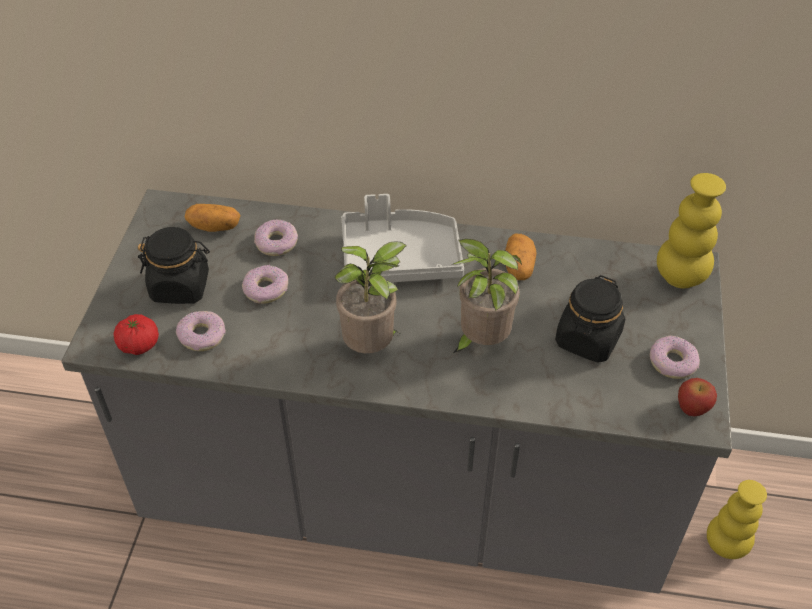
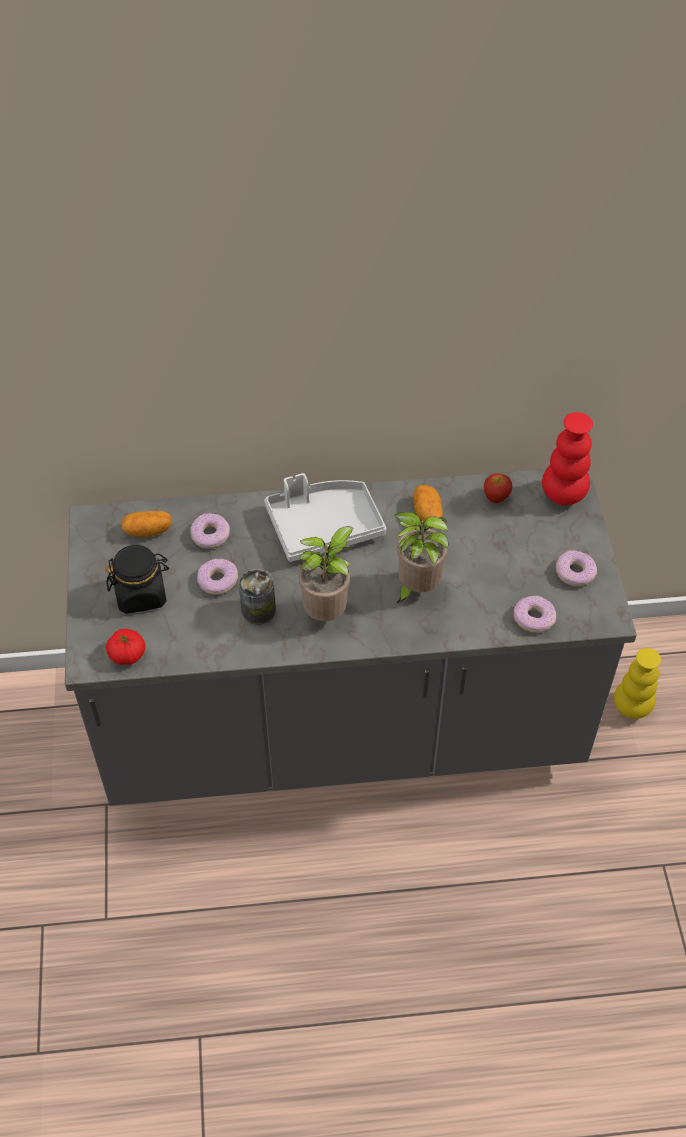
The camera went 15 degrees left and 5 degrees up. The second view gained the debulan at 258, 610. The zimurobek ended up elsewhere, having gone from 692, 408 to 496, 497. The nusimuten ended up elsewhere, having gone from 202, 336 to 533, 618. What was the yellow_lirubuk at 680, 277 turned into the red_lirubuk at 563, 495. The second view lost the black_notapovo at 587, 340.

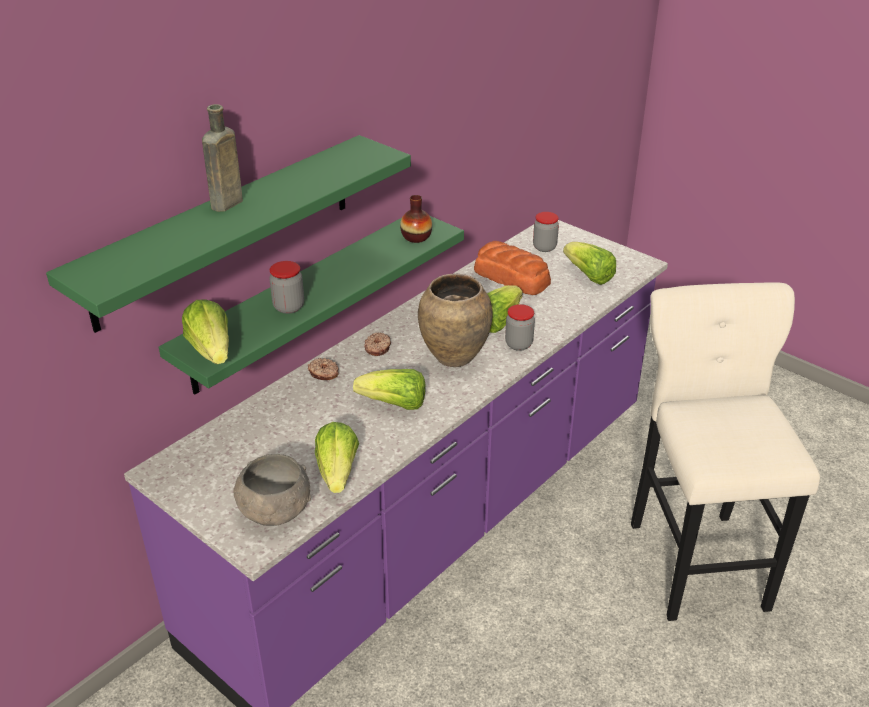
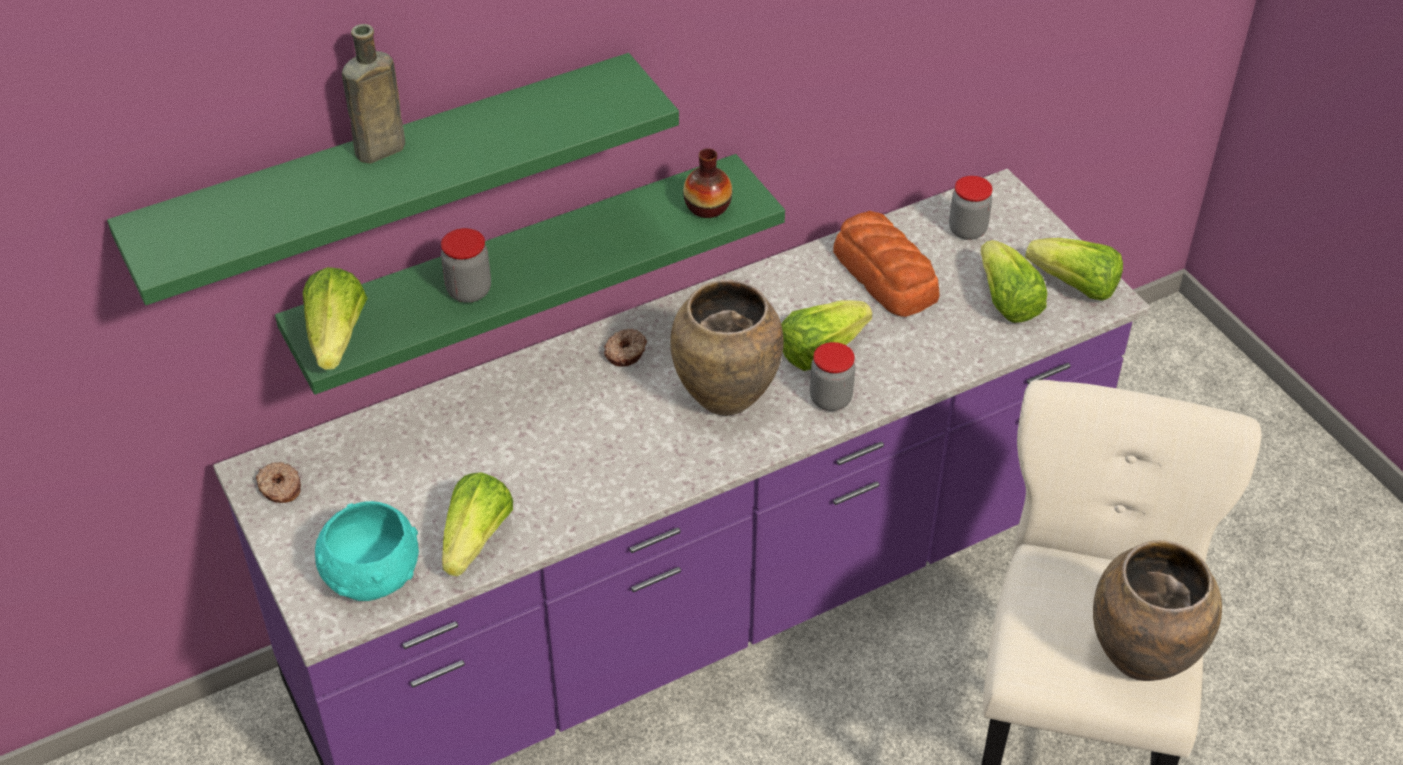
The camera went 20 degrees right and 10 degrees up. The nusimuten ended up elsewhere, having gone from 323, 373 to 279, 488. What was the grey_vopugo at 274, 511 turned into the turquoise_vopugo at 371, 576. The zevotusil ended up elsewhere, having gone from 394, 404 to 1075, 286. The second view gained the brown_lirubuk at 1142, 657.

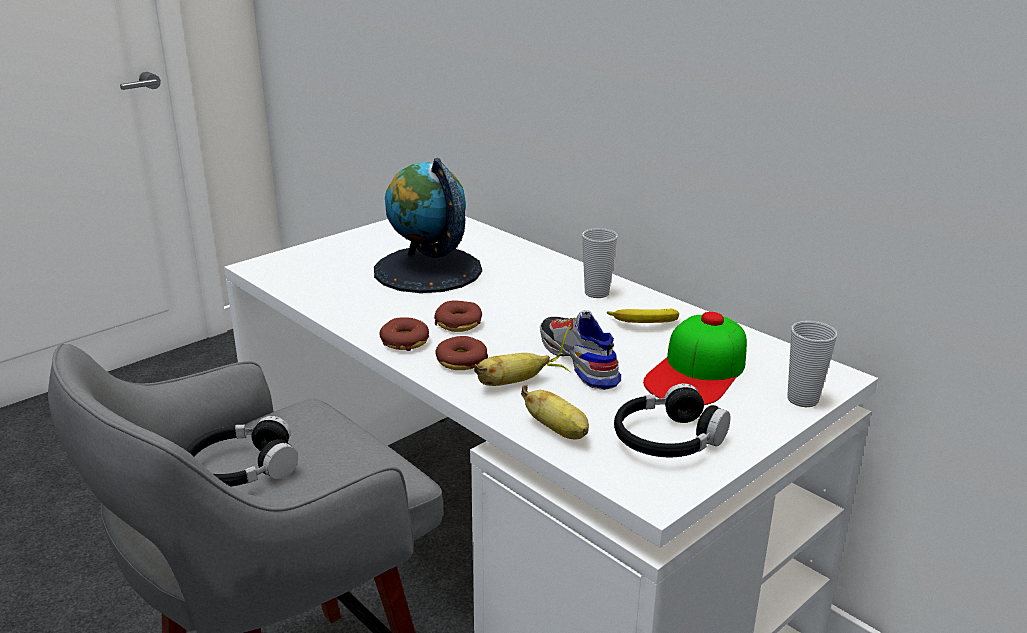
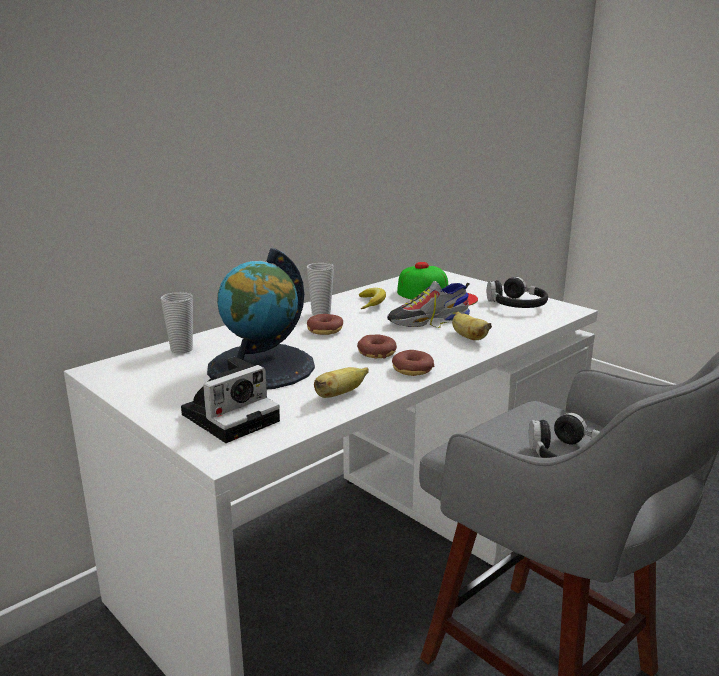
The camera went 90 degrees left and 5 degrees down. The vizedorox ended up elsewhere, having gone from 802, 399 to 181, 349. The second view gained the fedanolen at 232, 416. The nusimuten ended up elsewhere, having gone from 461, 361 to 325, 330. The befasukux ended up elsewhere, having gone from 558, 431 to 339, 394.

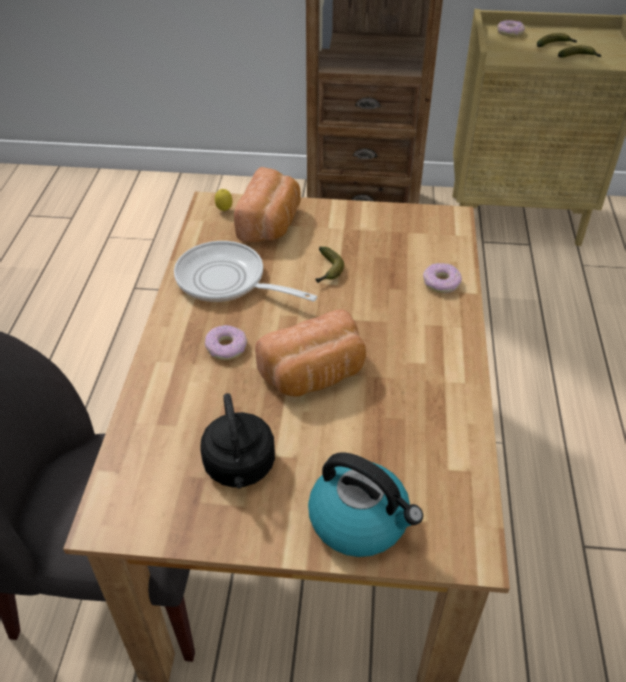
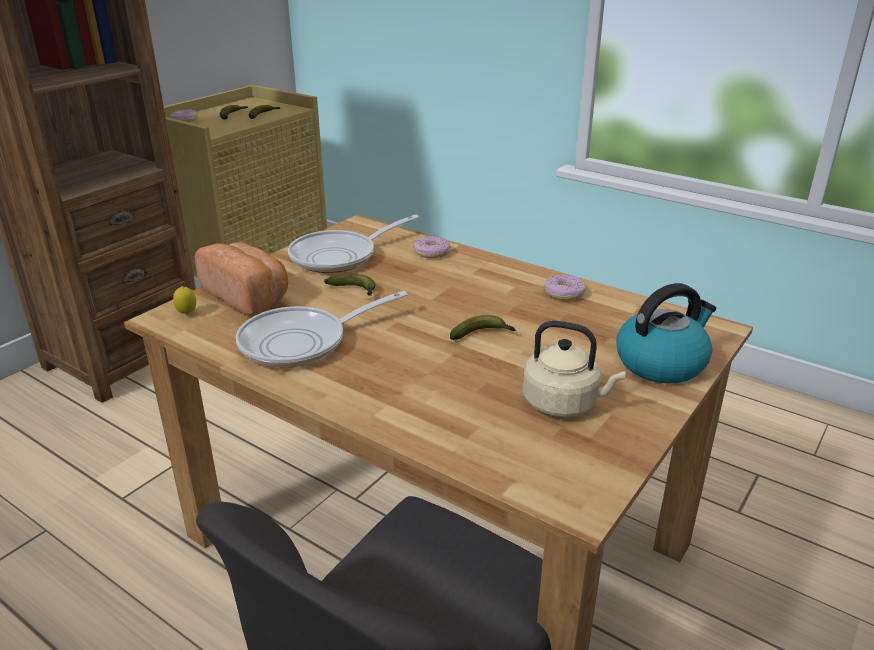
The camera went 60 degrees left and 15 degrees down. The second view gained the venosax at 340, 256. Where the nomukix stood at 315, 375, the befasukux came to stand at 482, 335. What was the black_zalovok at 240, 468 turned into the beige_zalovok at 564, 403. The nusimuten ended up elsewhere, having gone from 226, 347 to 564, 293.

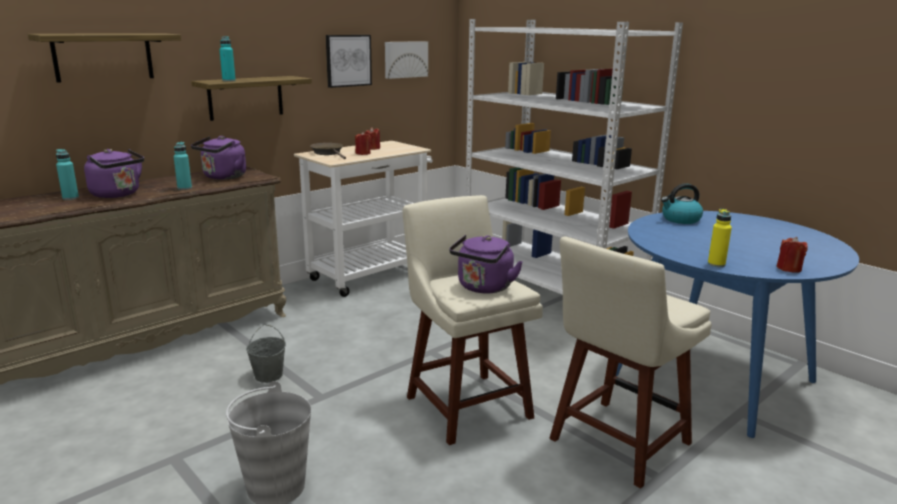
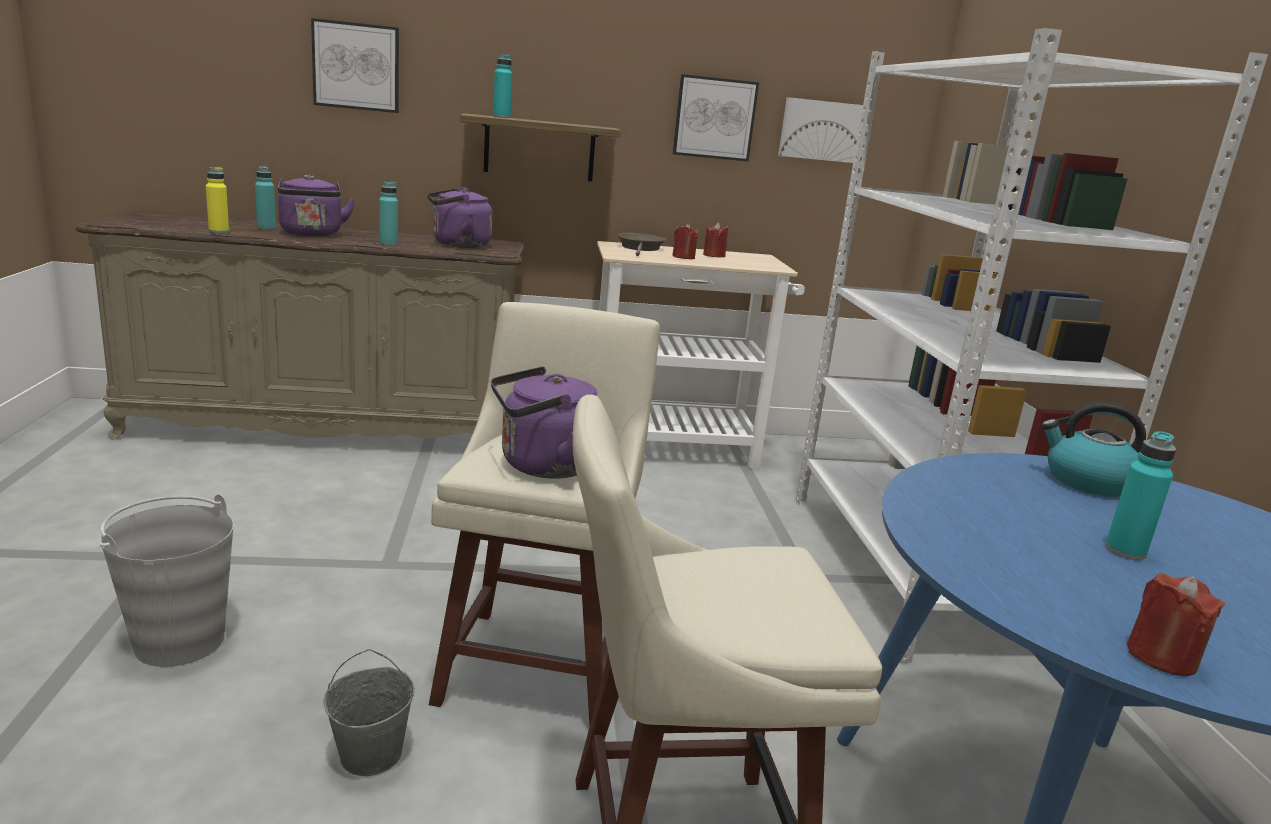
The camera went 35 degrees right and 0 degrees up. The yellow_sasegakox ended up elsewhere, having gone from 716, 264 to 219, 232. Where the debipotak hung at 103, 57, the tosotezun came to hang at 356, 66. The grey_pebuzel ended up elsewhere, having gone from 268, 375 to 372, 753. The second view gained the turquoise_sasegakox at 1125, 551.

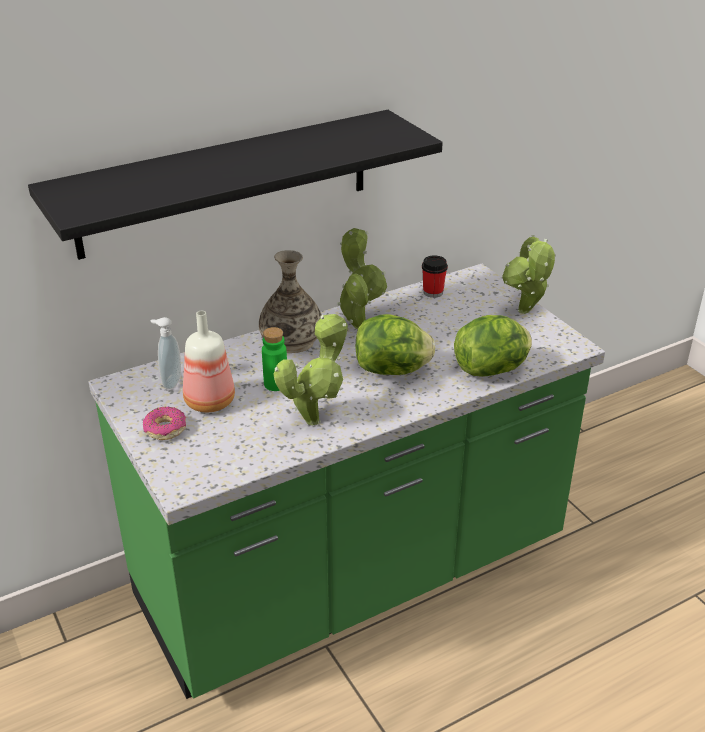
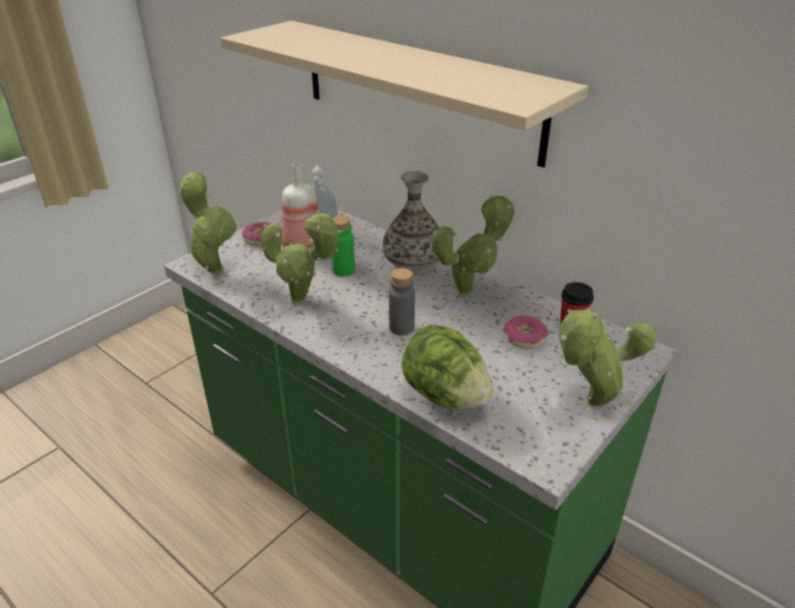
The camera went 70 degrees right and 0 degrees up. The second view gained the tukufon at 214, 269. What was the black_debipotak at 225, 183 turned into the beige_debipotak at 417, 89. Where the zevotusil stood at 392, 370, the grey_sasegakox came to stand at 401, 328. The second view gained the nusimuten at 524, 338.

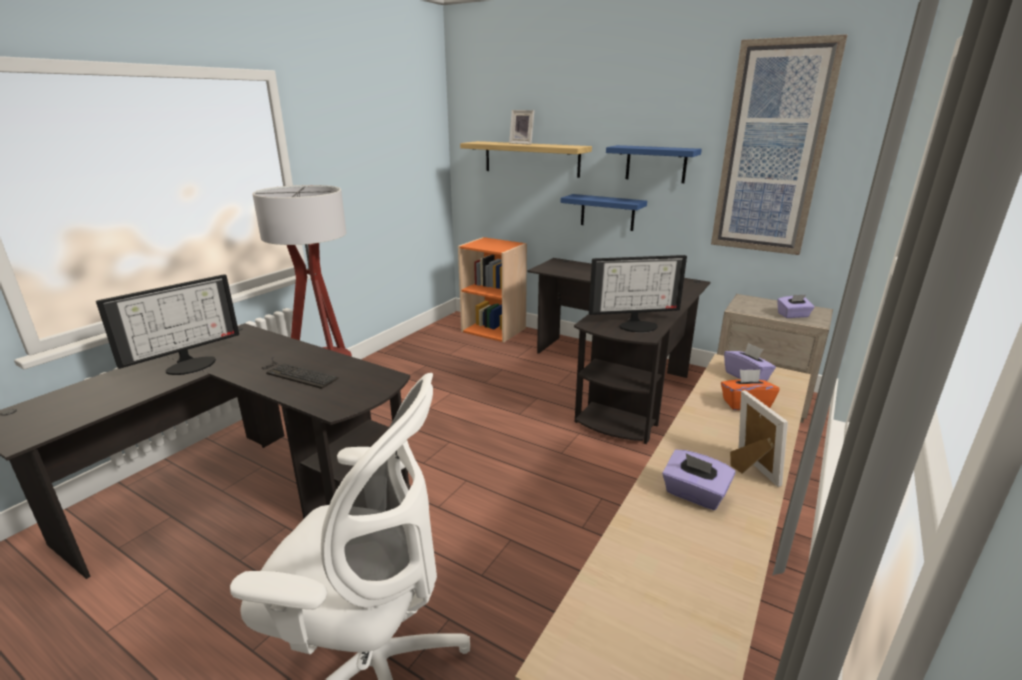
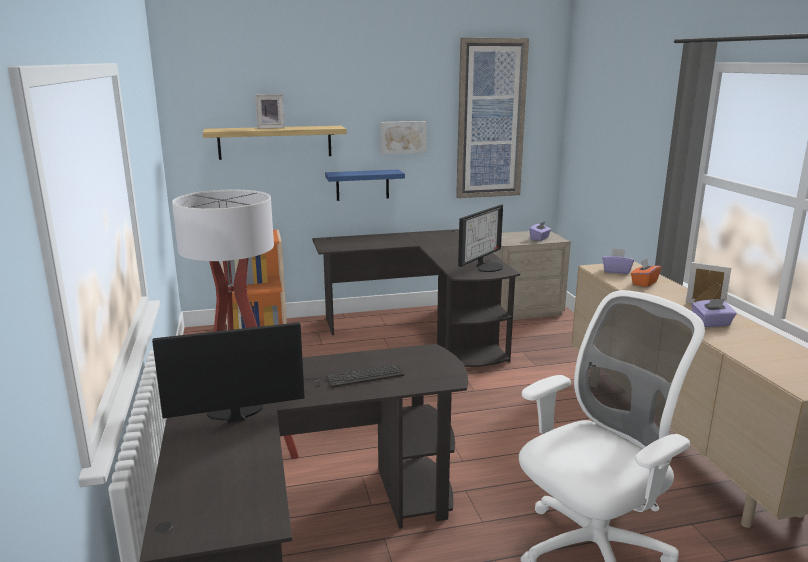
The camera went 45 degrees left and 5 degrees down. The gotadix at 190, 364 ended up facing another way, 105 degrees counterclockwise from before. Where the blue_debipotak hung at 656, 164, the tosotezun came to hang at 403, 137.

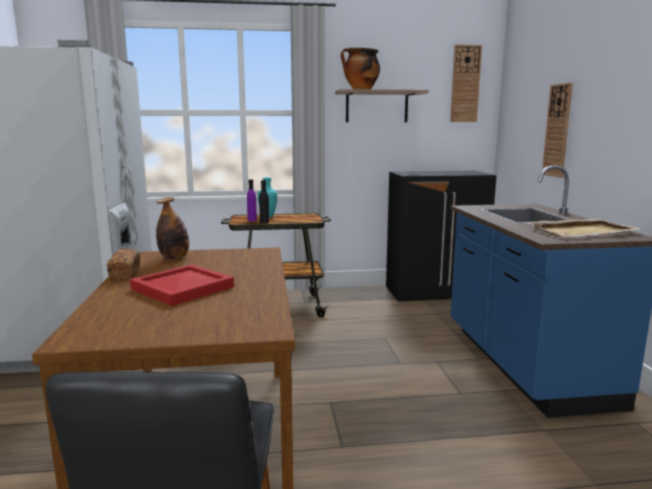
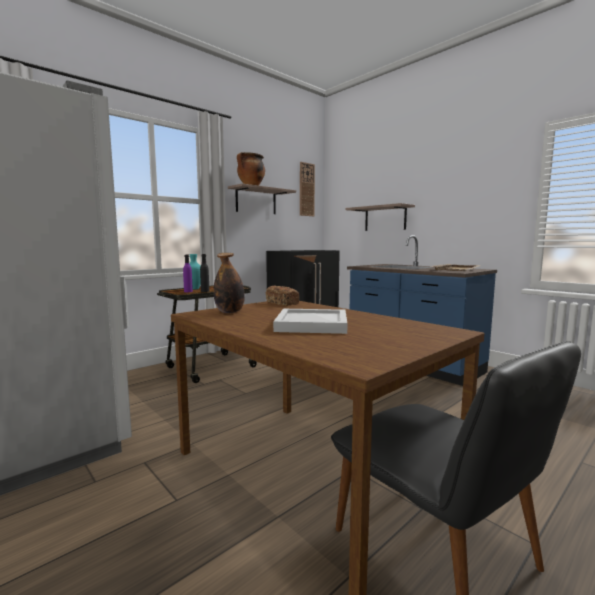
The camera went 35 degrees left and 5 degrees down. The nomukix ended up elsewhere, having gone from 125, 274 to 282, 303. What was the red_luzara at 181, 288 turned into the white_luzara at 310, 324. Where the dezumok hung at 557, 130, the debipotak came to hang at 385, 218.

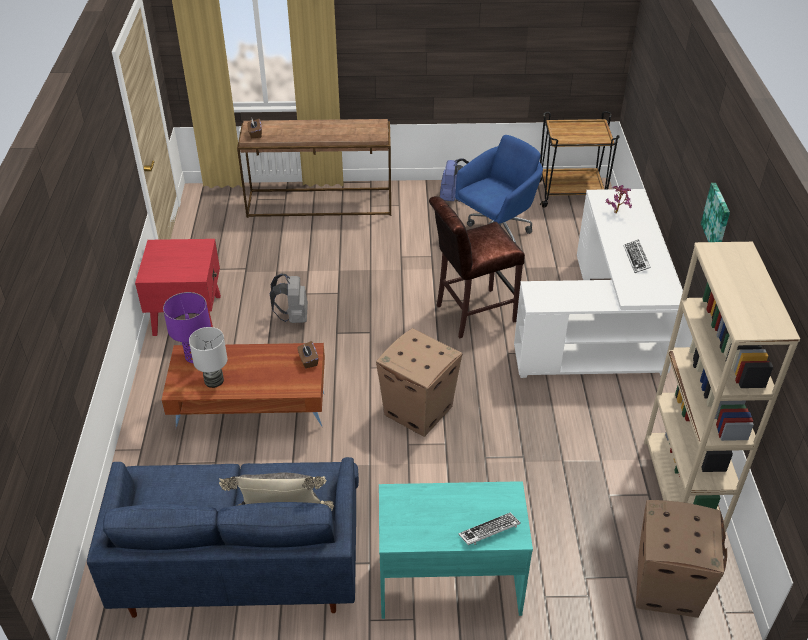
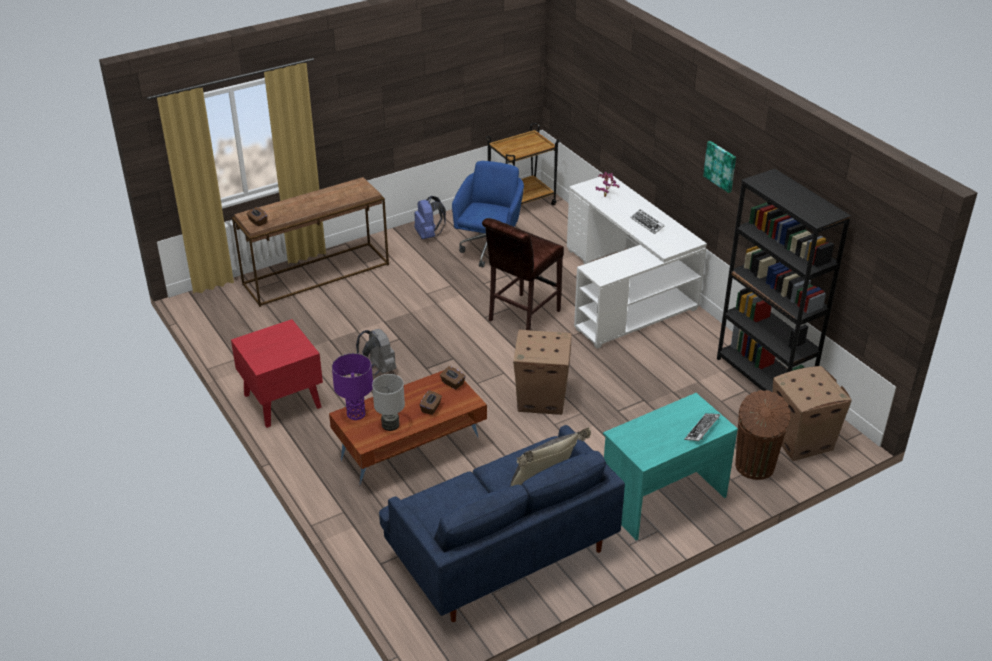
The camera went 30 degrees left and 5 degrees down. The second view gained the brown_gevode at 431, 408. What was the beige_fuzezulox at 681, 488 turned into the black_fuzezulox at 763, 378. The second view gained the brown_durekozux at 754, 467.

